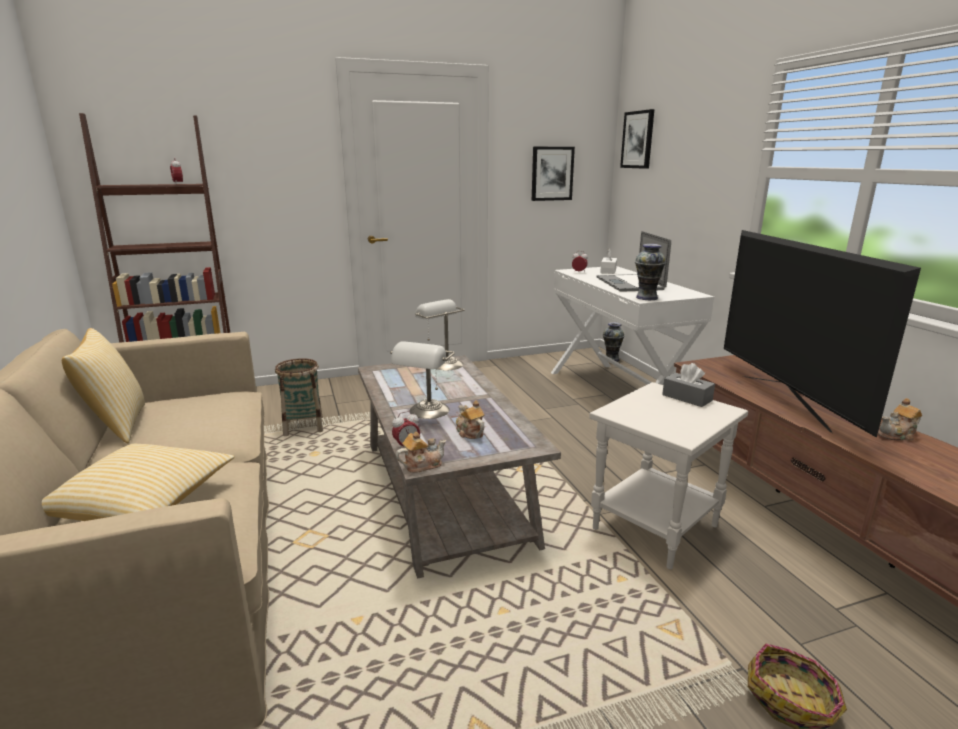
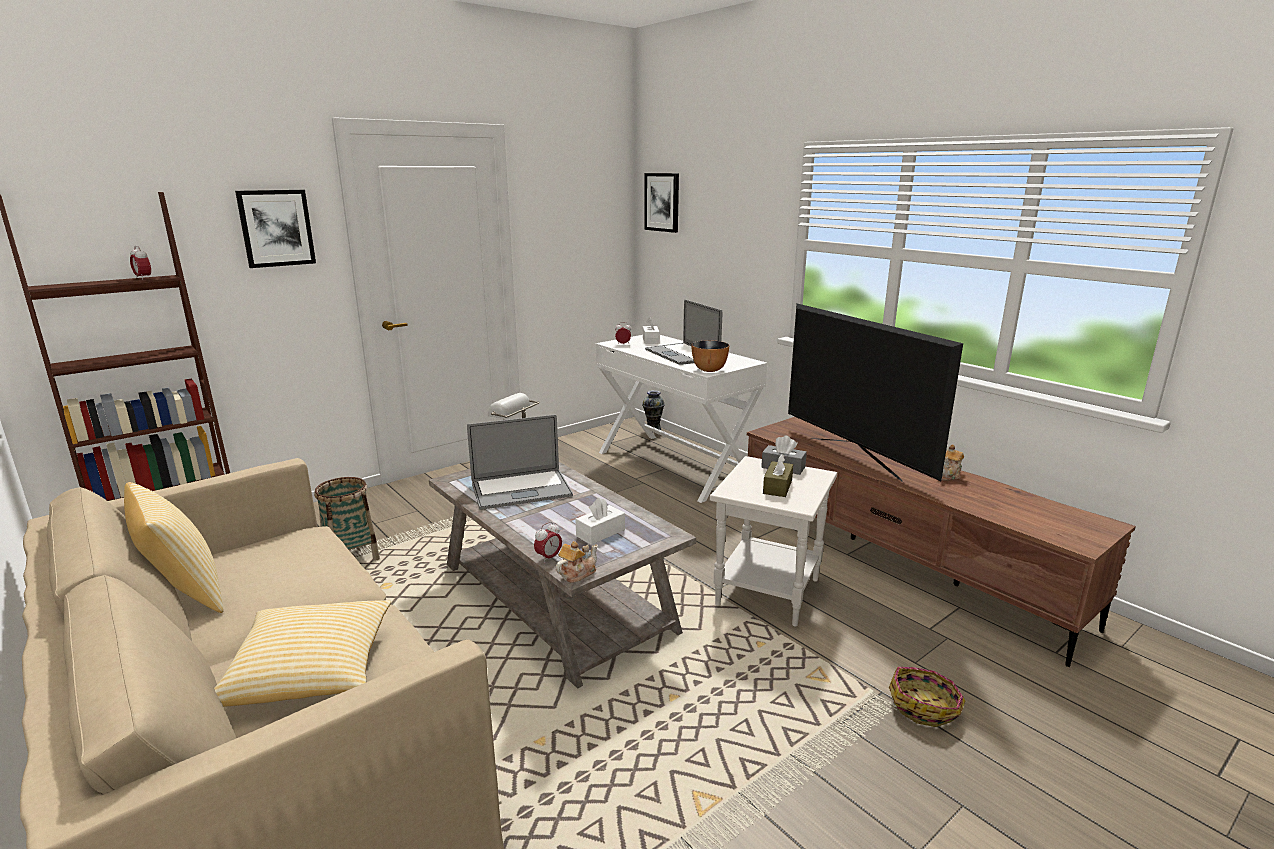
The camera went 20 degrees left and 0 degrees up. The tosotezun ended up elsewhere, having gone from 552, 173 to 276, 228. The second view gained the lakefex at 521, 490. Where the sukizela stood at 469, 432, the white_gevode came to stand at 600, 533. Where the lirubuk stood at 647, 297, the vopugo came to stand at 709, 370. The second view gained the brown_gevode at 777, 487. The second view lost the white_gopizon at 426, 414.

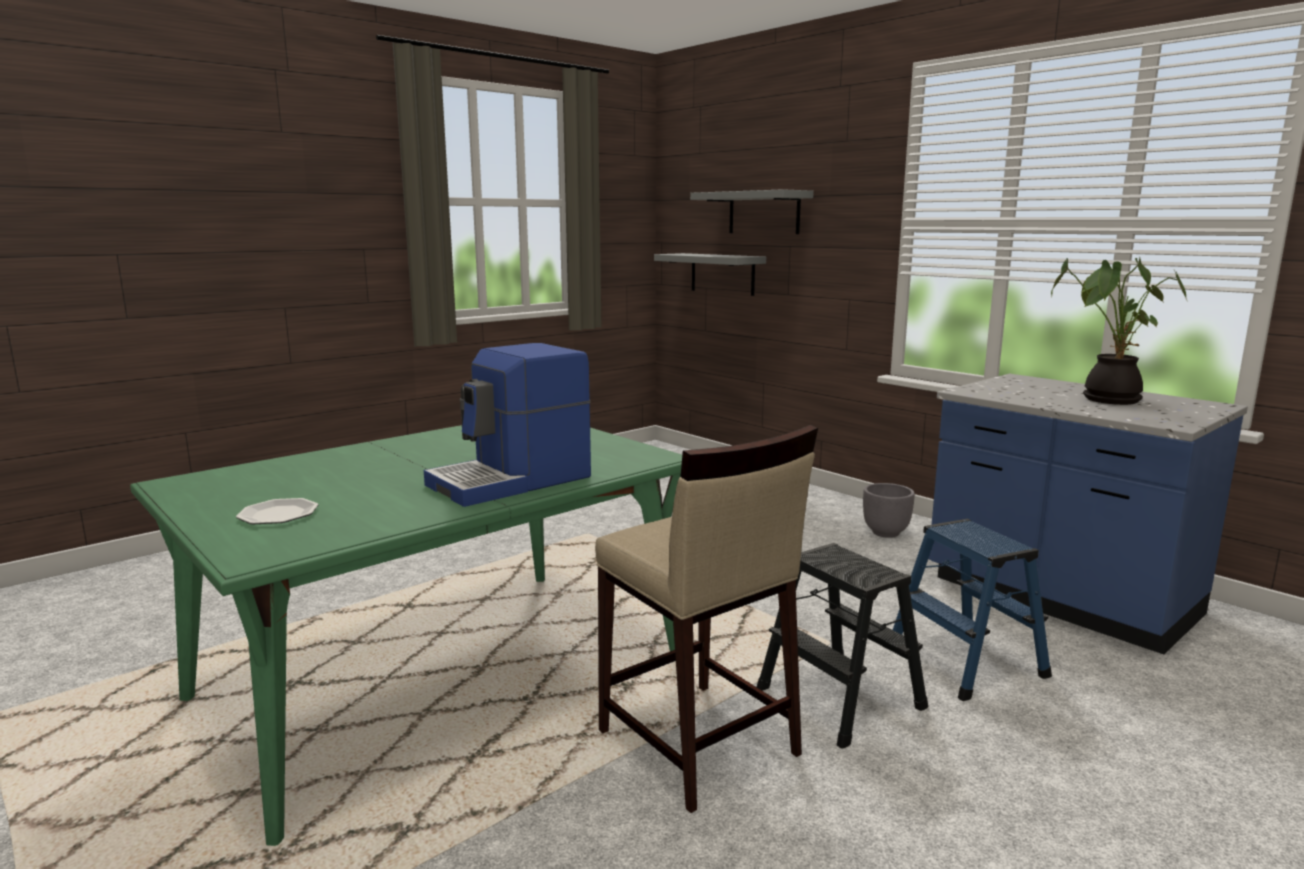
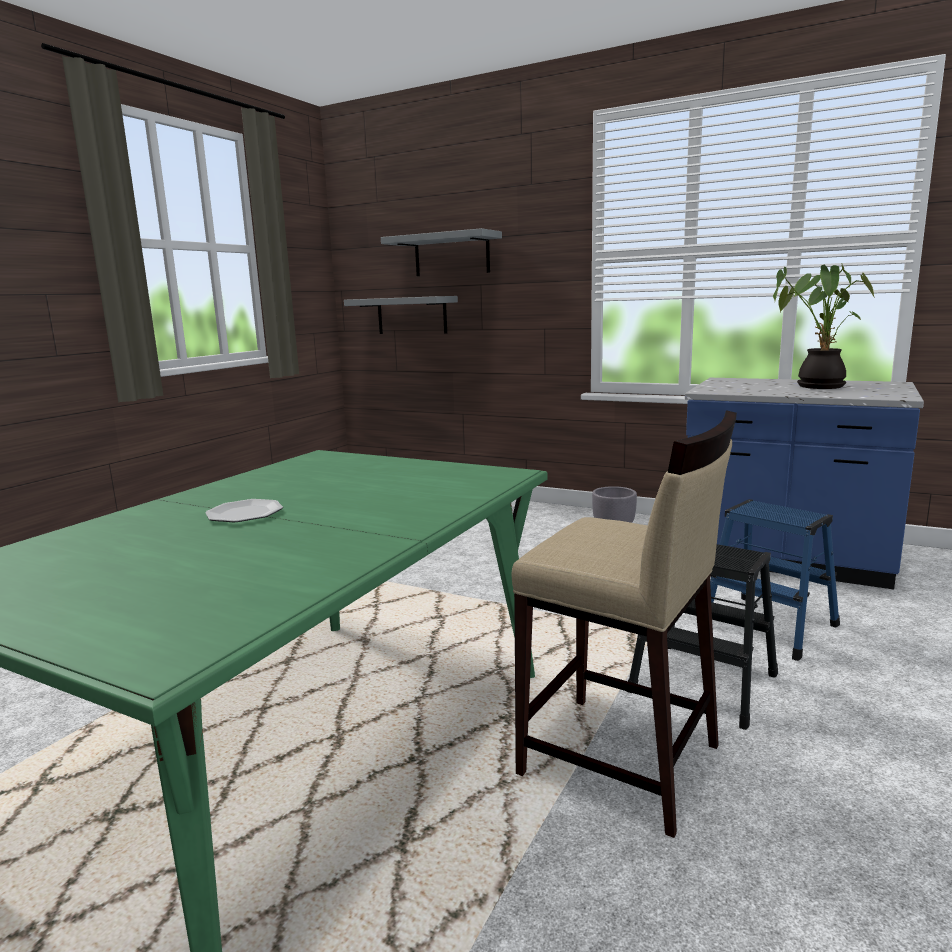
The camera went 20 degrees left and 0 degrees up. The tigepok ended up elsewhere, having gone from 279, 514 to 245, 514. The second view lost the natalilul at 512, 481.

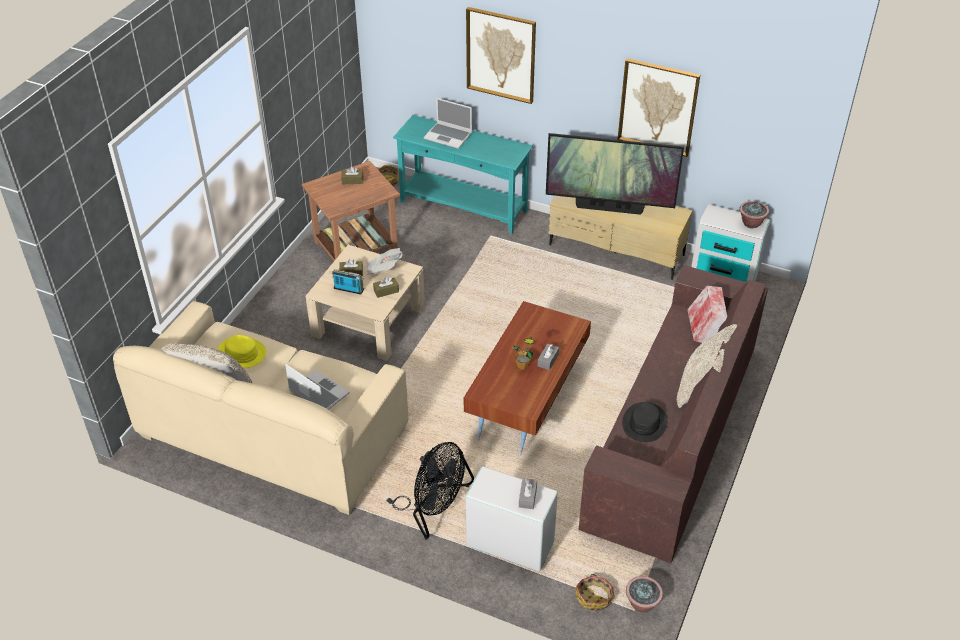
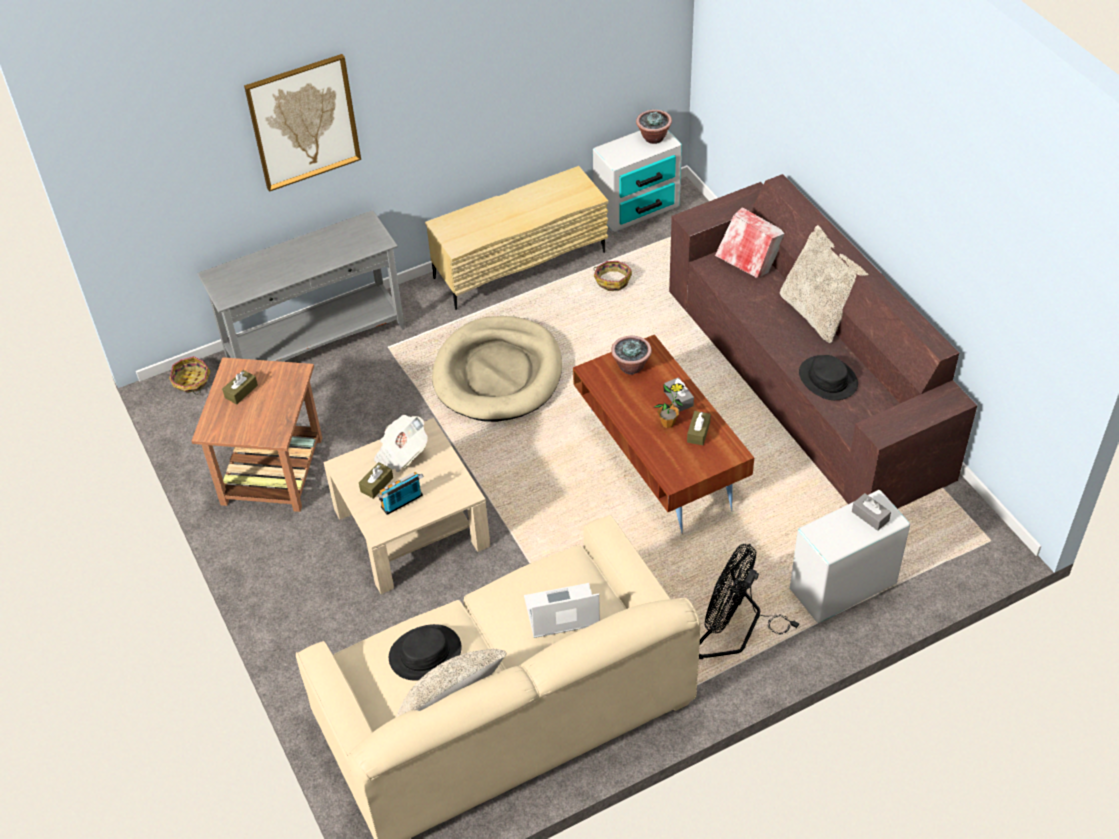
The camera went 50 degrees left and 5 degrees up. What was the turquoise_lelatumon at 464, 207 turned into the grey_lelatumon at 316, 341. What was the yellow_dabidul at 241, 353 turned into the black_dabidul at 425, 653. The second view gained the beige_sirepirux at 498, 373. The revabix ended up elsewhere, having gone from 594, 597 to 612, 280. The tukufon ended up elsewhere, having gone from 642, 603 to 631, 366. The brown_gevode ended up elsewhere, having gone from 386, 291 to 698, 432. The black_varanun at 432, 507 ended up facing another way, 135 degrees counterclockwise from before. The second view lost the lakefex at 449, 136. The second view lost the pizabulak at 609, 207. The second view lost the tosotezun at 658, 107.

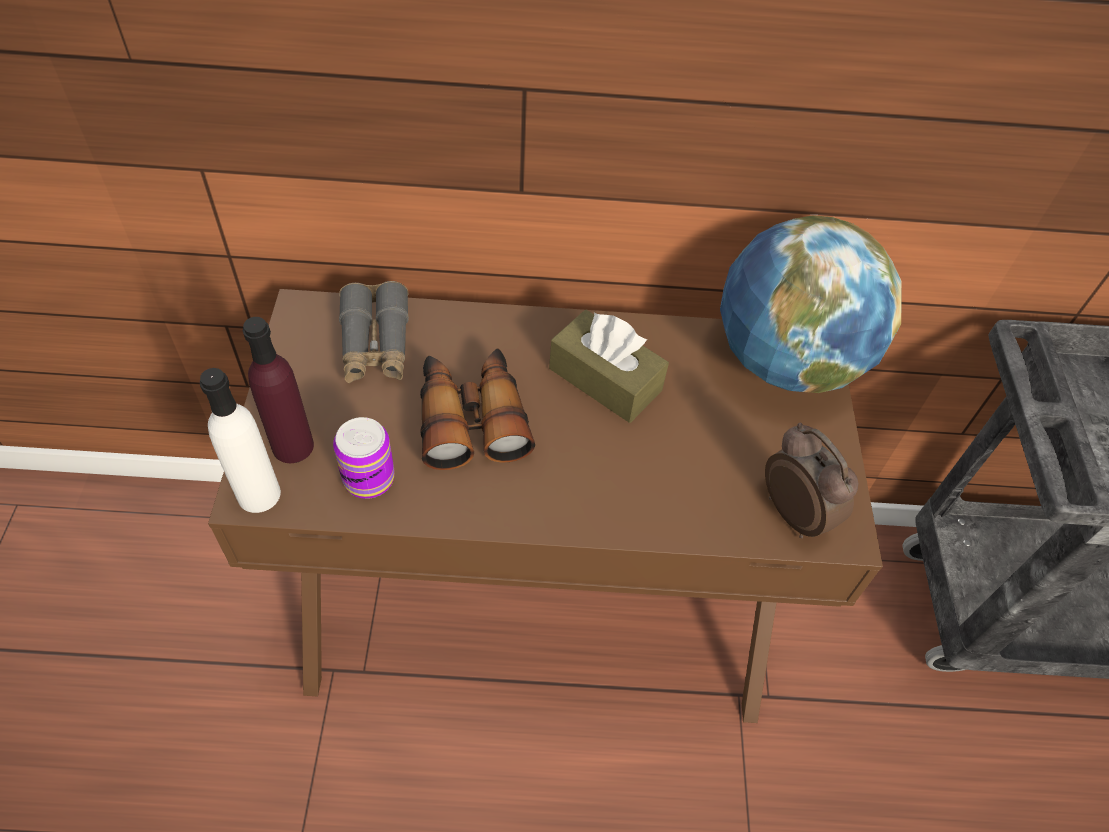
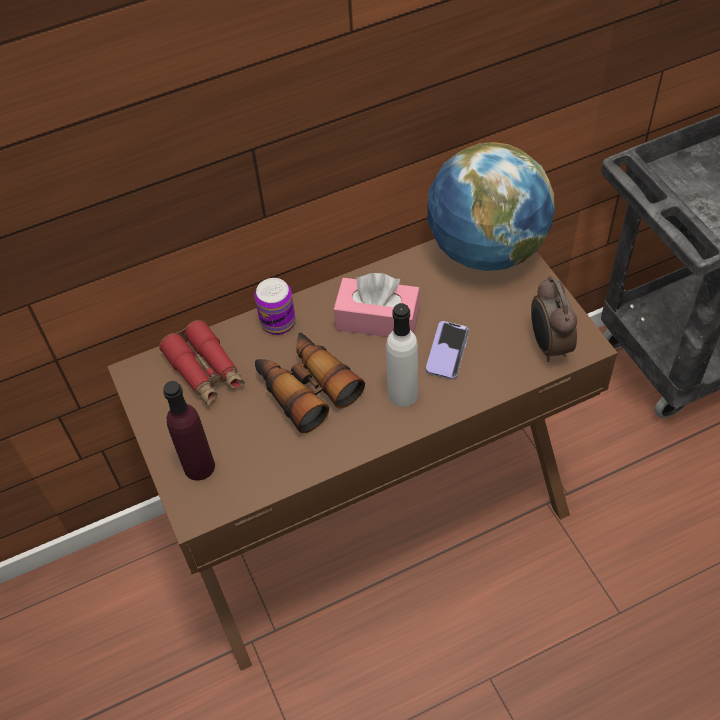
The camera went 20 degrees left and 0 degrees up. What was the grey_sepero at 375, 344 turned into the red_sepero at 205, 371. The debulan ended up elsewhere, having gone from 369, 479 to 278, 322. What was the brown_gevode at 605, 379 turned into the pink_gevode at 377, 319. The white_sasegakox ended up elsewhere, having gone from 258, 494 to 403, 394. The second view gained the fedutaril at 447, 351. The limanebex at 795, 512 ended up facing another way, 135 degrees counterclockwise from before.

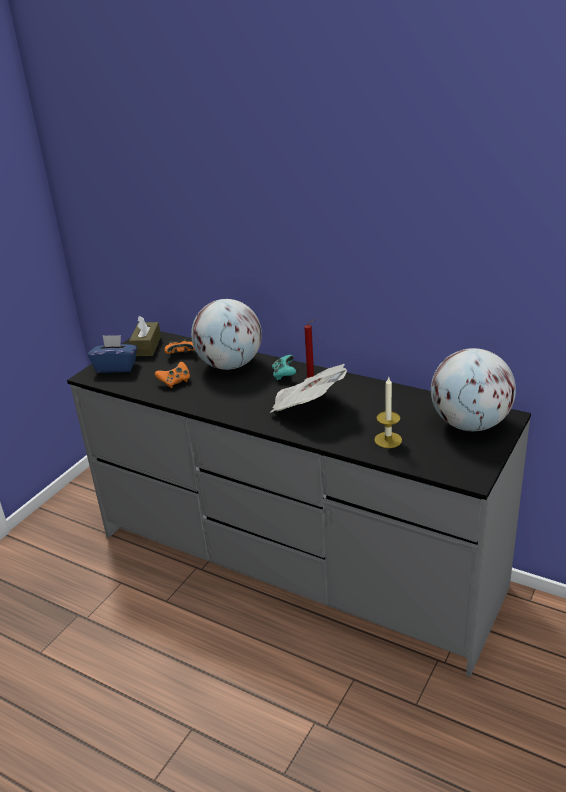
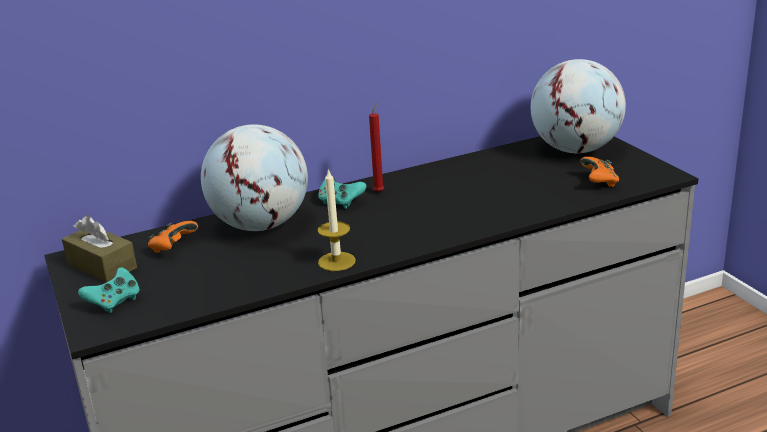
The camera went 55 degrees left and 5 degrees down. Where the blue_gevode stood at 116, 367, the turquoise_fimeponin came to stand at 114, 302. The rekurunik ended up elsewhere, having gone from 388, 440 to 336, 261. The orange_fimeponin ended up elsewhere, having gone from 175, 382 to 599, 182. The second view lost the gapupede at 307, 406.

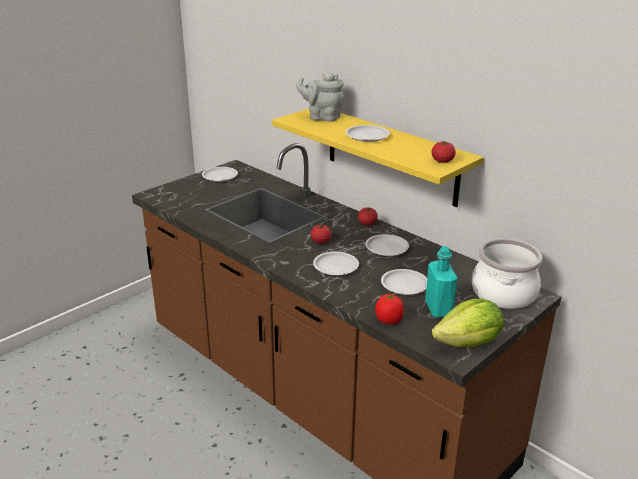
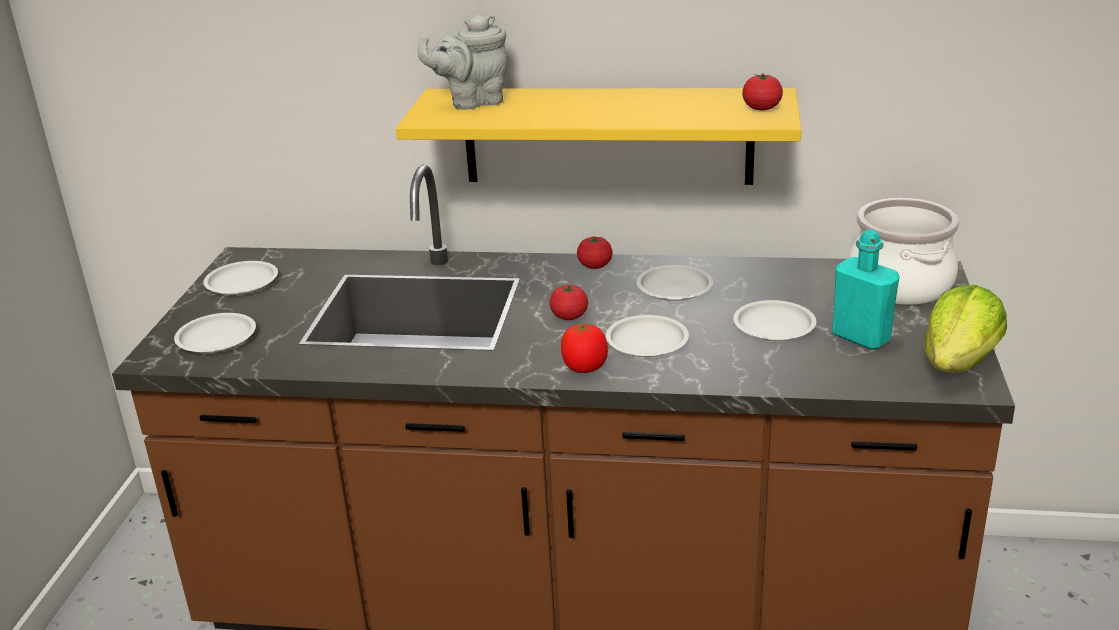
The camera went 35 degrees left and 0 degrees up. The white_tigepok ended up elsewhere, having gone from 367, 136 to 216, 338. The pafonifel ended up elsewhere, having gone from 389, 320 to 585, 368.

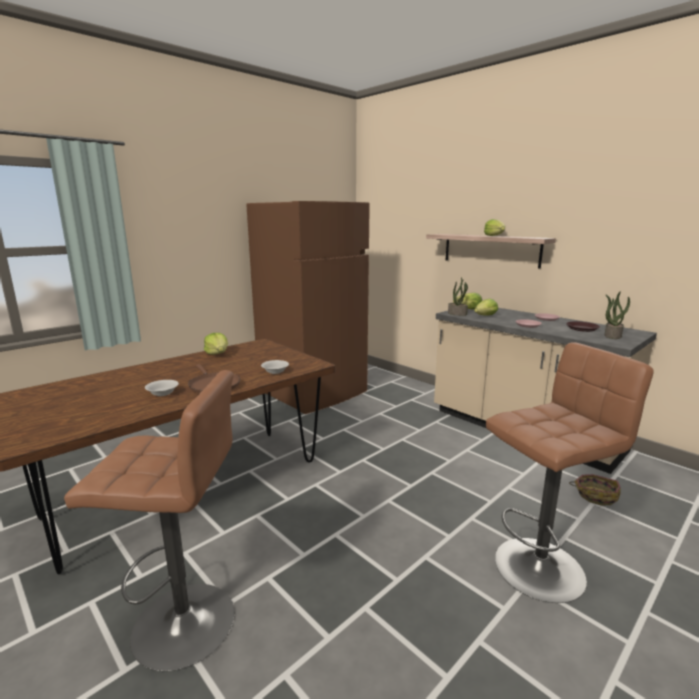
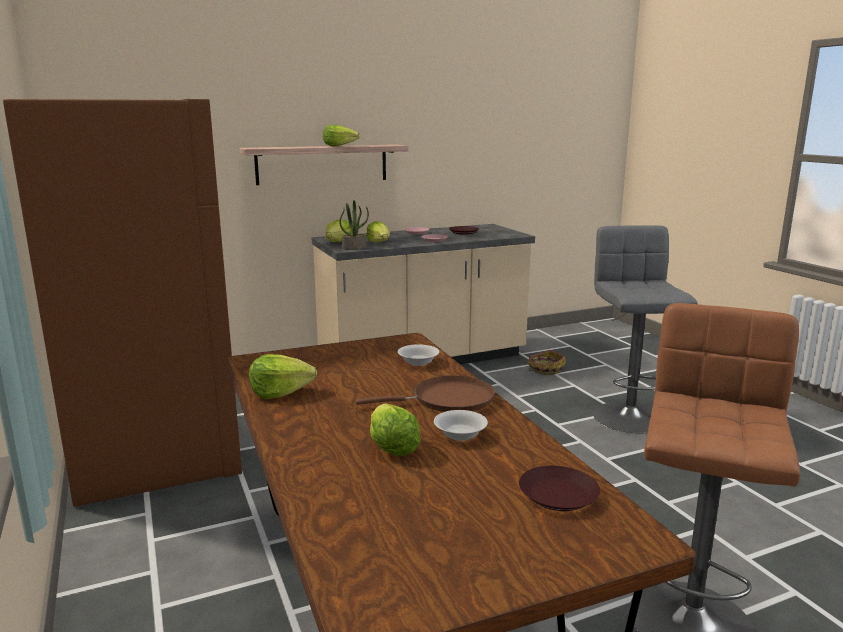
The camera went 70 degrees left and 0 degrees up. The second view gained the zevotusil at 391, 446. The second view gained the brown_tigepok at 559, 495. What was the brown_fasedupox at 540, 569 turned into the grey_fasedupox at 629, 417. The second view lost the tukufon at 612, 336.

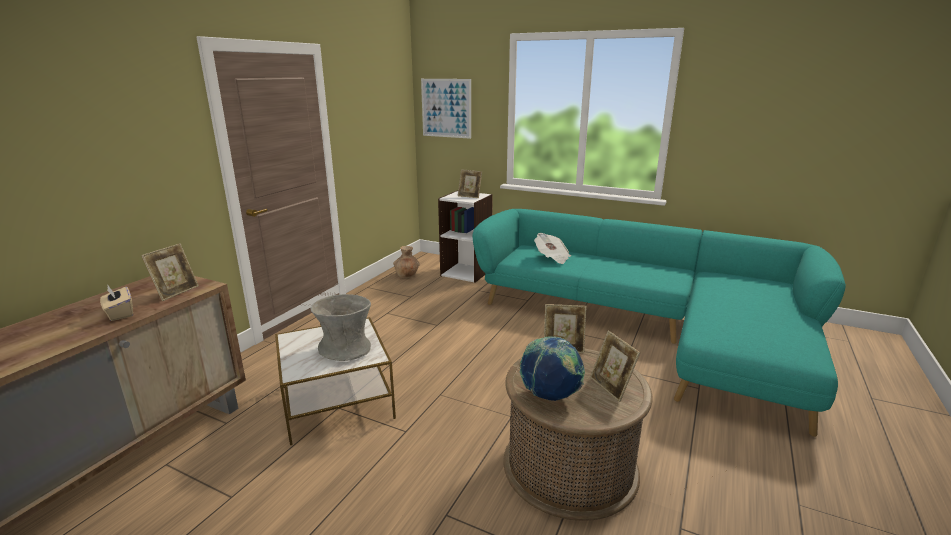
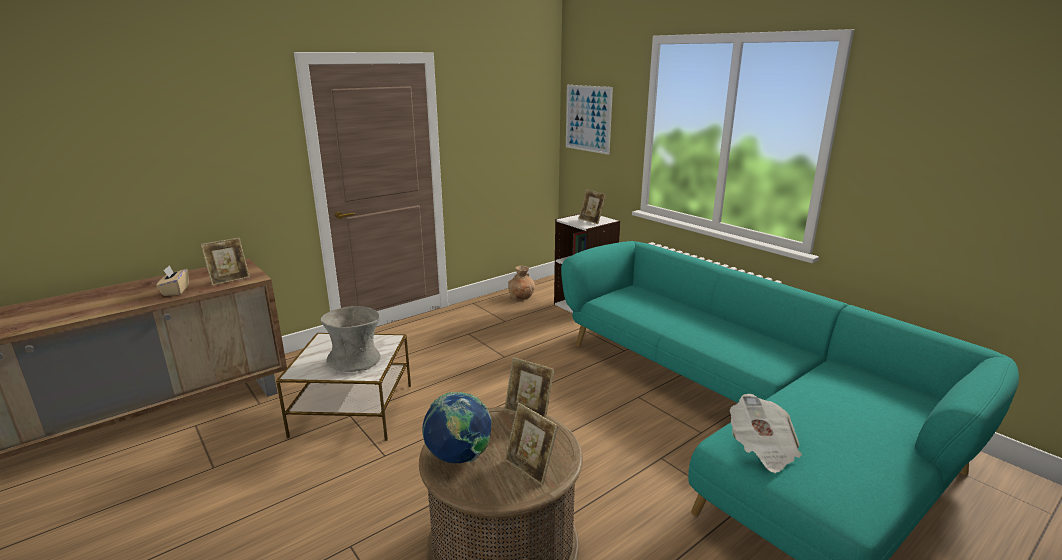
The camera went 25 degrees right and 0 degrees up. The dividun at 611, 387 ended up facing another way, 45 degrees counterclockwise from before. The gapupede ended up elsewhere, having gone from 552, 257 to 762, 448.

